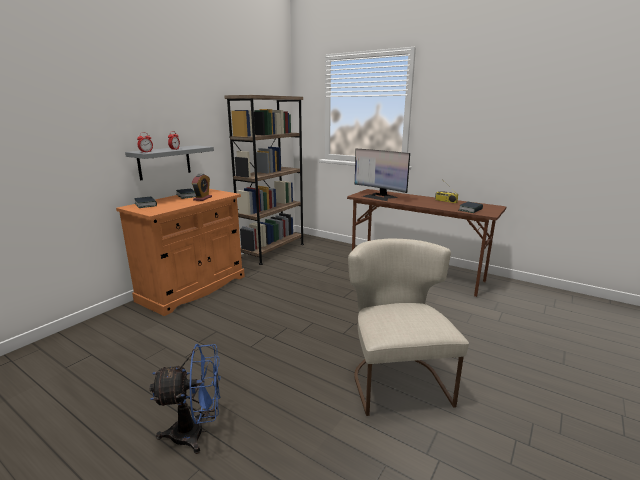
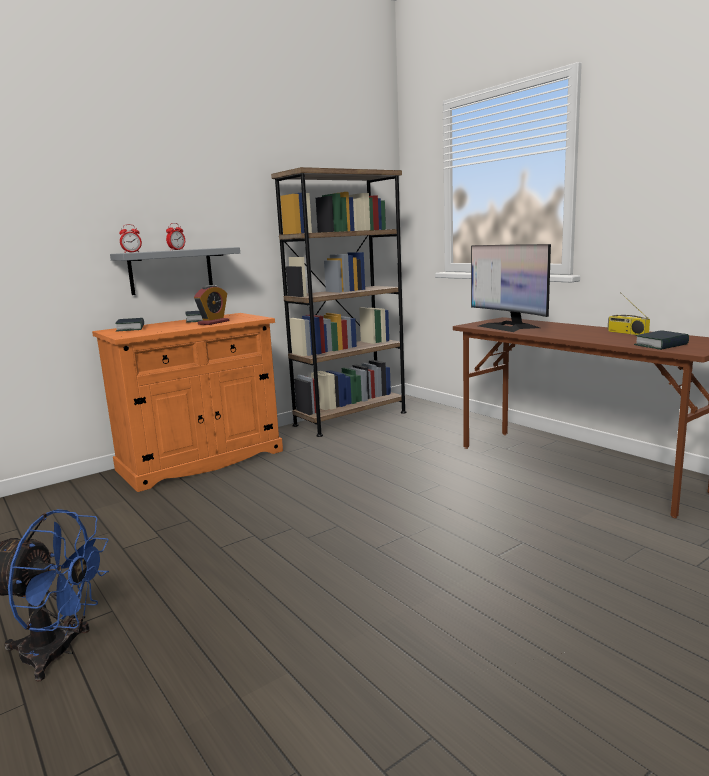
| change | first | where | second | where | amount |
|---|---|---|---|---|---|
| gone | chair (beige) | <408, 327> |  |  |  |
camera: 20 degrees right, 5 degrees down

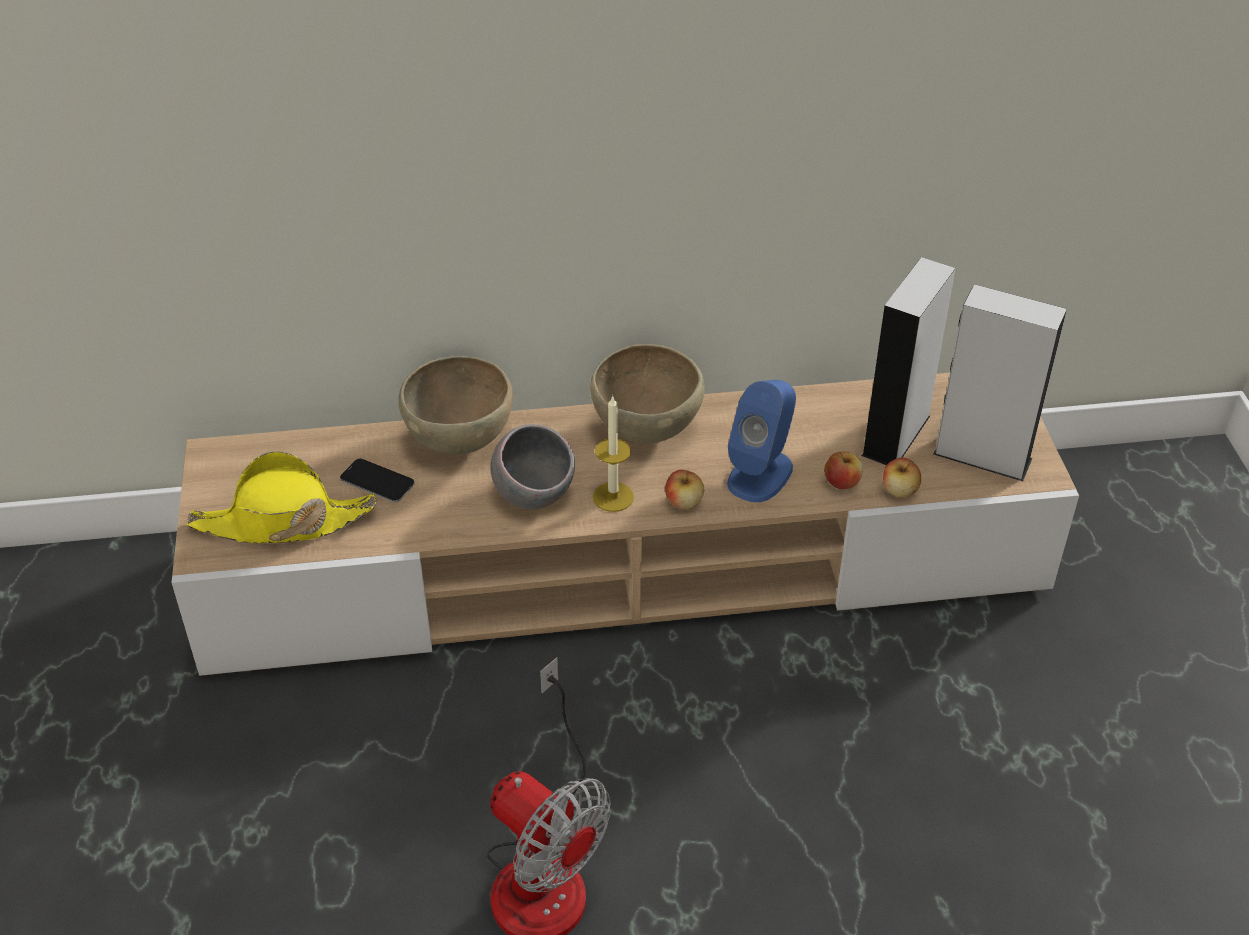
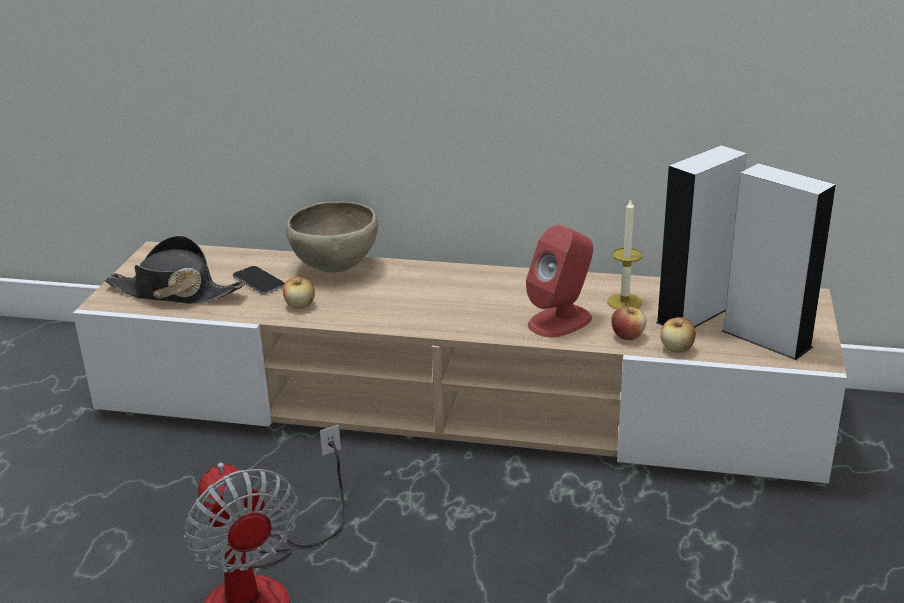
| change | first | where | second | where | amount |
|---|---|---|---|---|---|
| gone | bowl (brown) | <647, 394> |  |  |  |
| repainted | speaker (blue) | <761, 441> | speaker (red) | <559, 281> |  |
| shifted | candle | <613, 453> |  | <625, 253> |  |
| gone | bowl (grey) | <533, 466> |  |  |  |
| repainted | hat (yellow) | <281, 497> | hat (black) | <175, 269> |  |
| shifted | apple | <685, 489> |  | <299, 292> |  |
camera: 20 degrees right, 15 degrees down

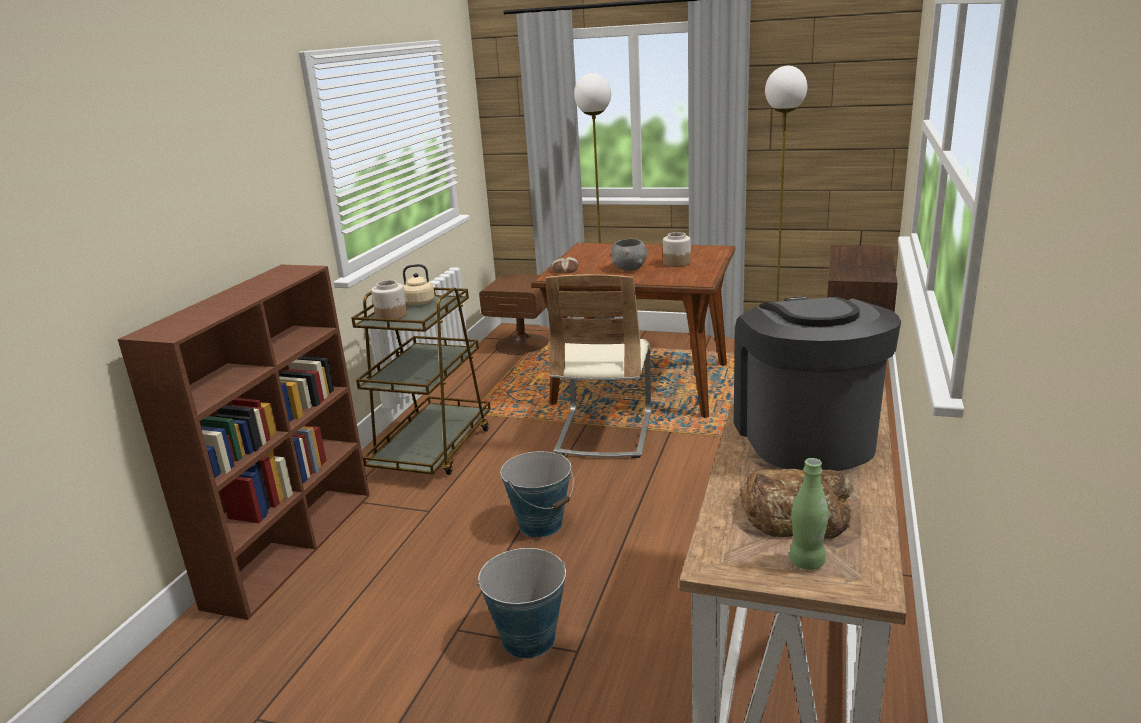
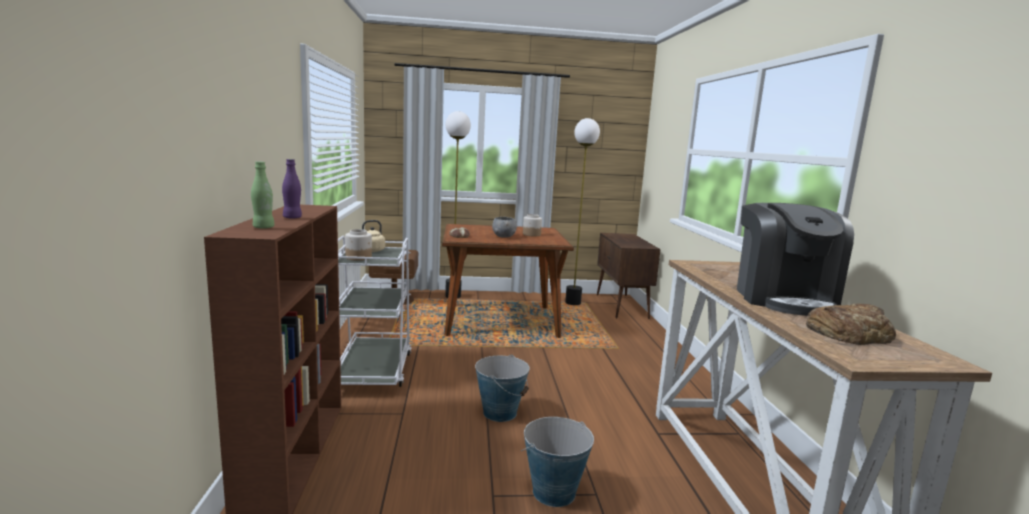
| change | first | where | second | where | amount |
|---|---|---|---|---|---|
| gone | chair (beige) | <598, 366> |  |  |  |
| repainted | cart (brown) | <421, 381> | cart (white) | <375, 311> |  |
| rotated | coffee machine | <817, 384> |  | <795, 259> | 150 degrees counterclockwise |
| shifted | bottle (green) | <809, 514> |  | <263, 195> |  |
| new |  |  | bottle (purple) | <292, 189> |  |
camera: 25 degrees left, 10 degrees down

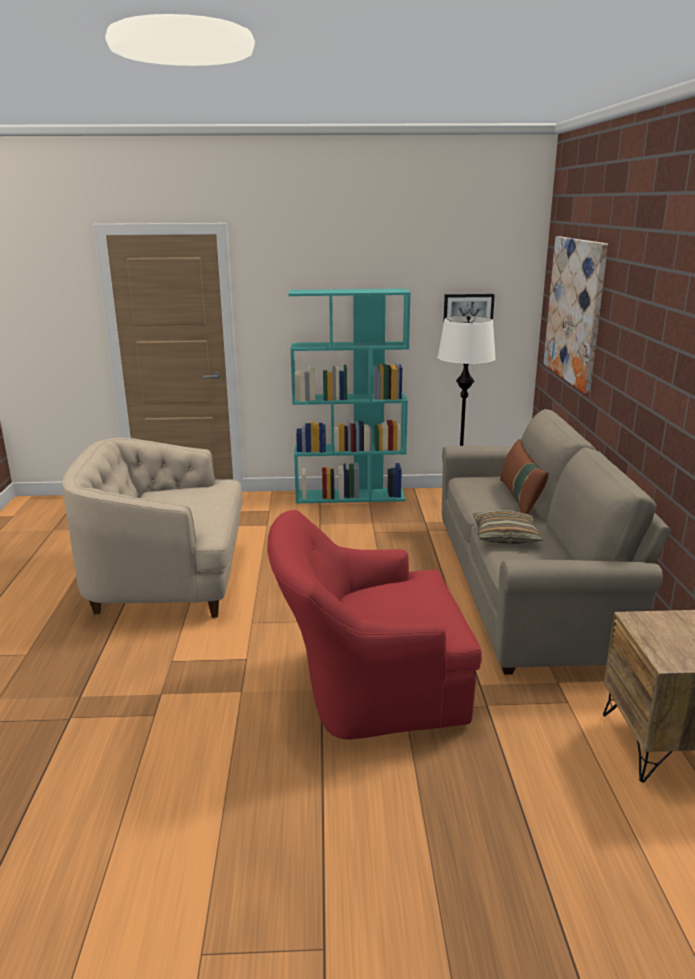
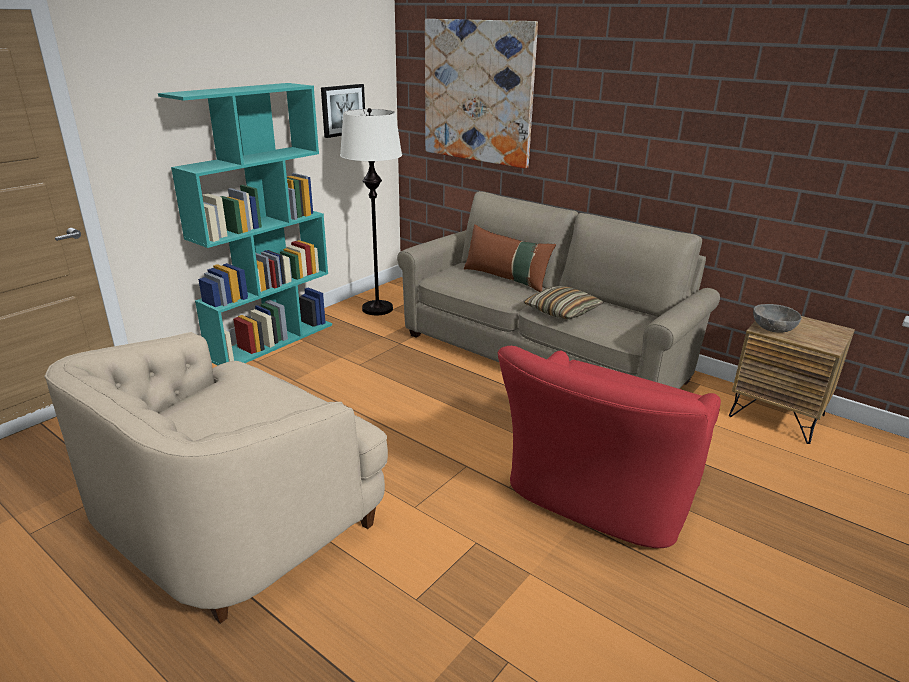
| change | first | where | second | where | amount |
|---|---|---|---|---|---|
| new |  |  | bowl (grey) | <777, 318> |  |
camera: 50 degrees left, 5 degrees up

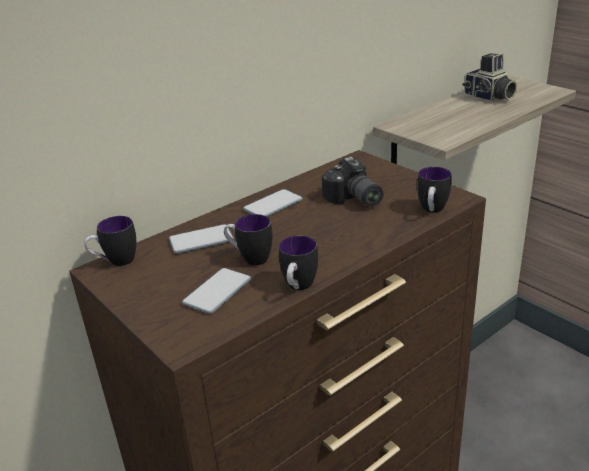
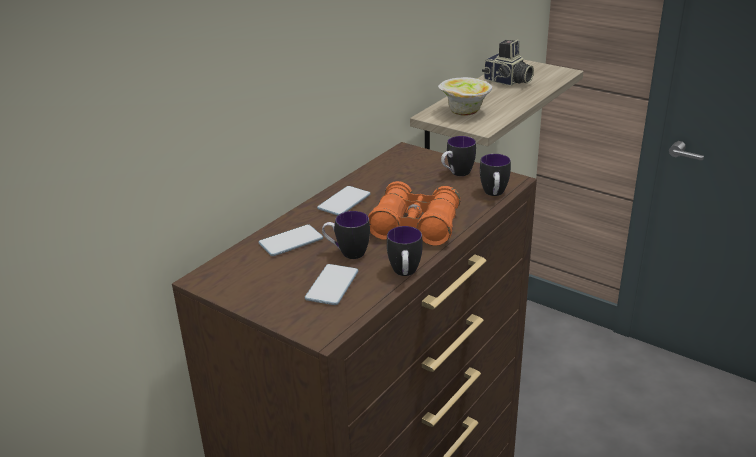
| change | first | where | second | where | amount |
|---|---|---|---|---|---|
| gone | photo camera | <353, 182> |  |  |  |
| shifted | mug | <110, 241> |  | <458, 156> |  |
| new |  |  | bowl | <465, 96> |  |
| new |  |  | binoculars (orange) | <414, 213> |  |
camera: 15 degrees left, 0 degrees up

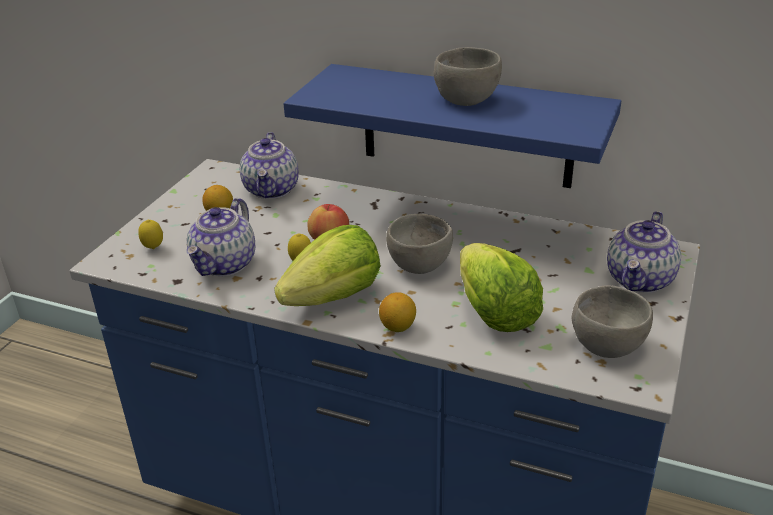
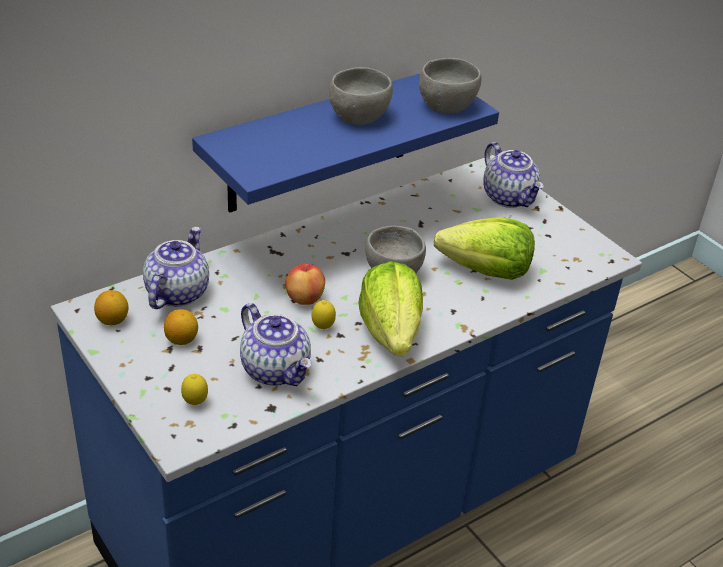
| change | first | where | second | where | amount |
|---|---|---|---|---|---|
| rotated | teapot | <269, 165> |  | <176, 268> | 105 degrees counterclockwise |
| shifted | bowl (grey) | <612, 321> |  | <450, 86> |  |
| shifted | lemon | <397, 312> |  | <111, 307> |  |
camera: 60 degrees left, 5 degrees up

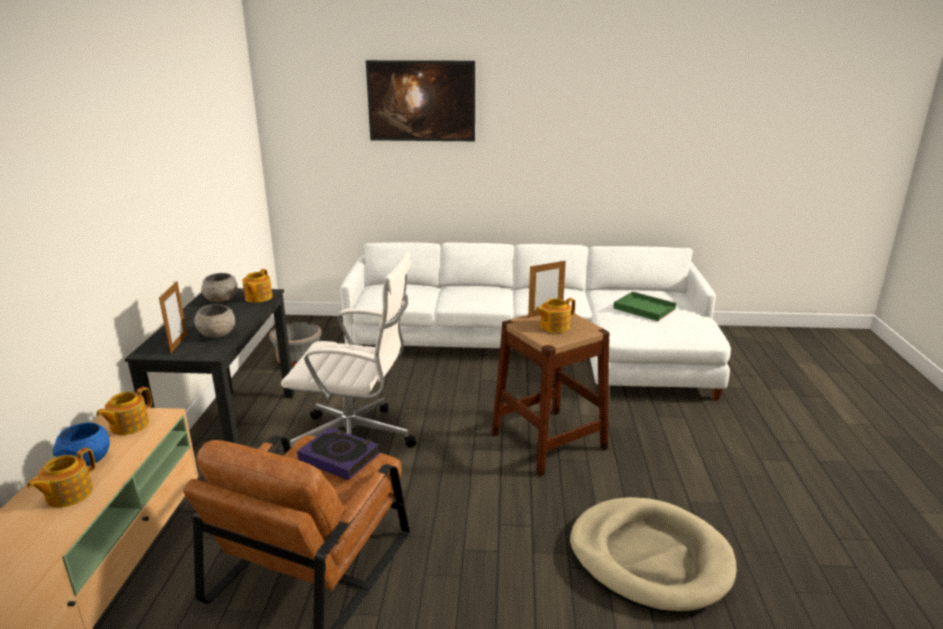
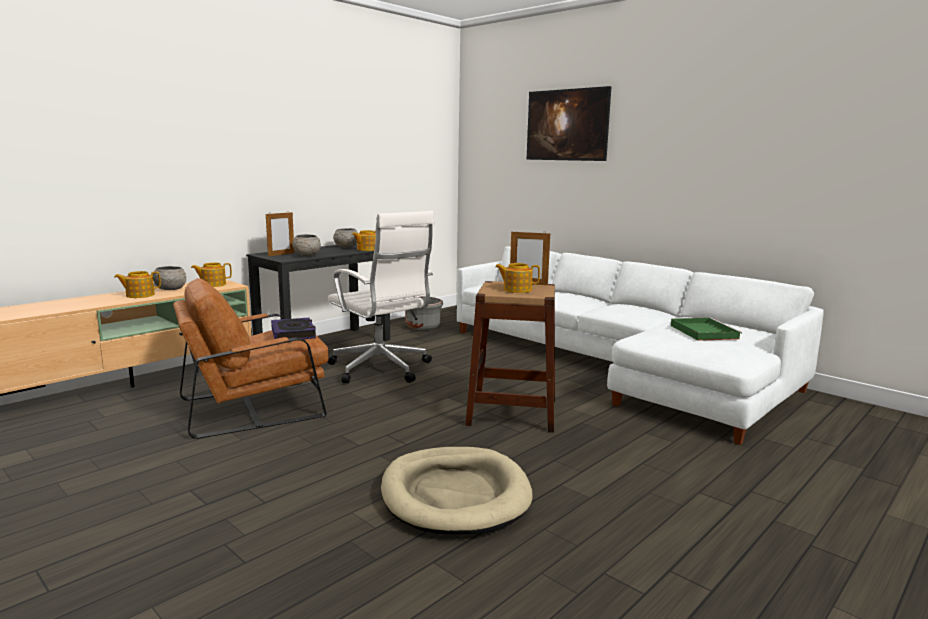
| change | first | where | second | where | amount |
|---|---|---|---|---|---|
| repainted | bowl (blue) | <81, 444> | bowl (grey) | <169, 278> |  |
camera: 40 degrees right, 10 degrees down

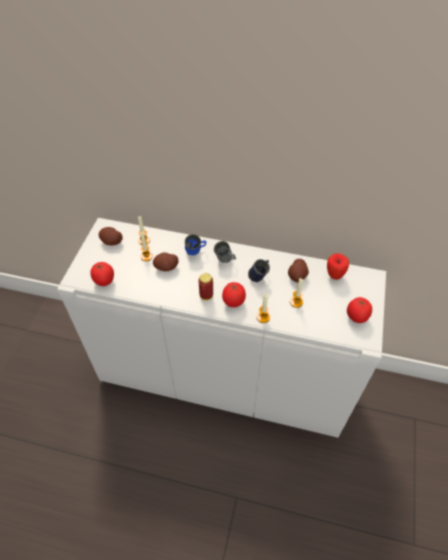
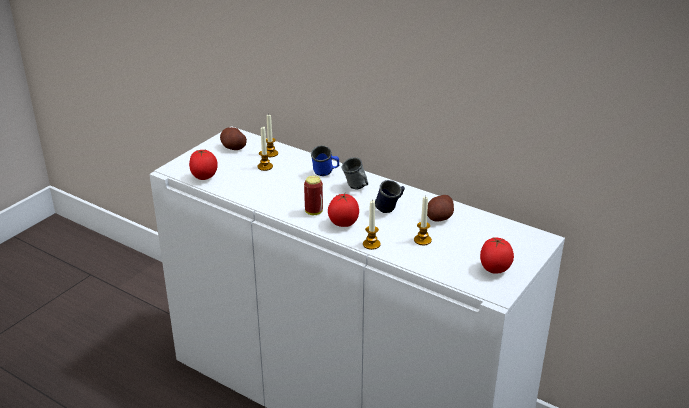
| change | first | where | second | where | amount |
|---|---|---|---|---|---|
| gone | potato | <166, 262> |  |  |  |
| gone | apple | <338, 266> |  |  |  |
camera: 20 degrees right, 20 degrees down

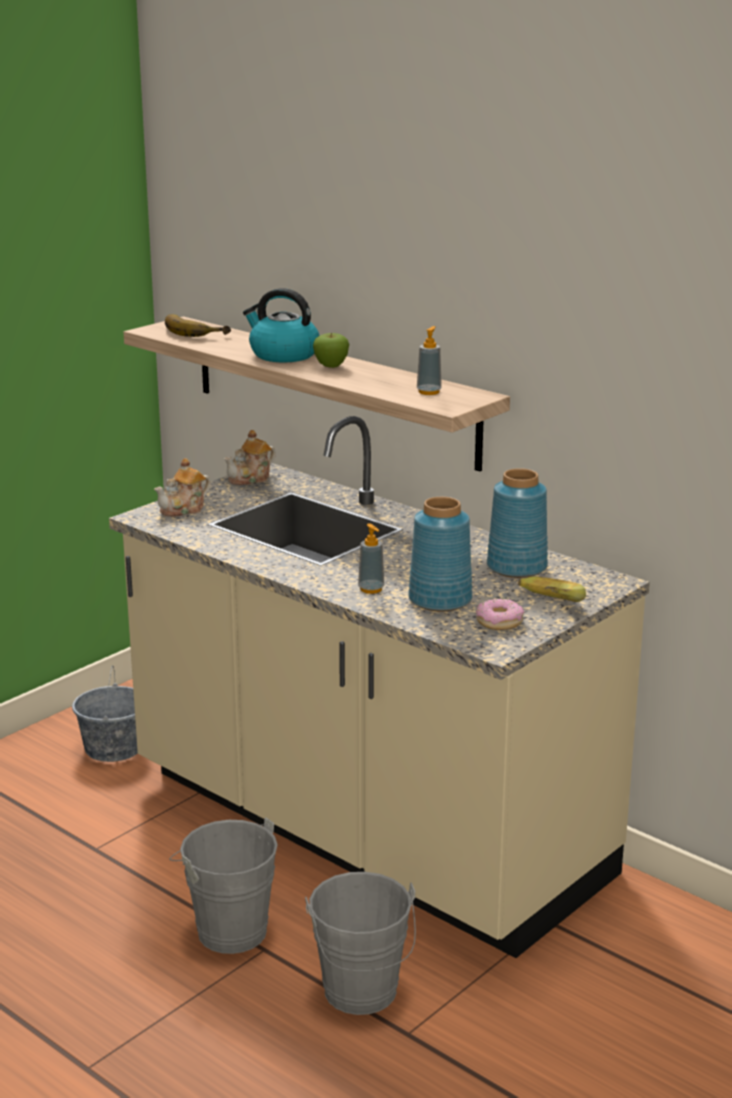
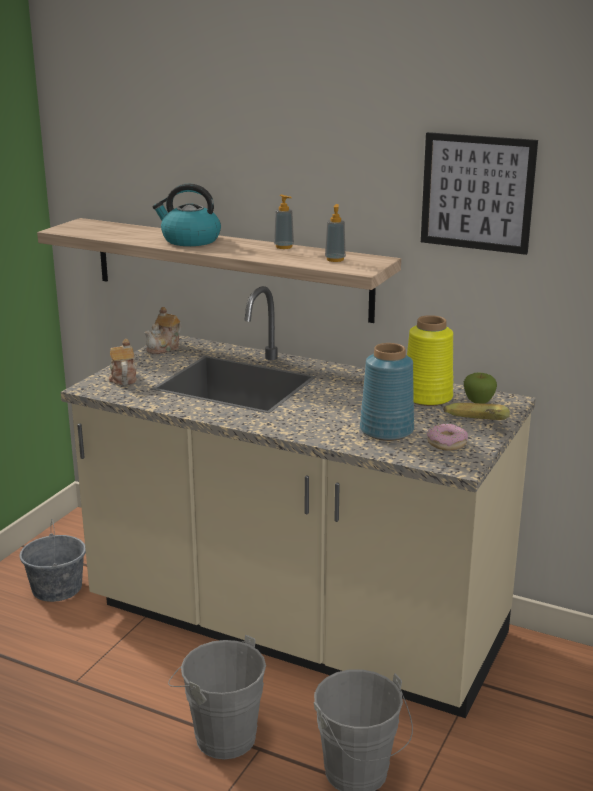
| change | first | where | second | where | amount |
|---|---|---|---|---|---|
| gone | banana | <198, 325> |  |  |  |
| shifted | apple | <331, 350> |  | <480, 388> |  |
| rotated | teapot | <182, 487> |  | <123, 362> | 135 degrees clockwise |
| repainted | vase (blue) | <517, 523> | vase (yellow) | <430, 360> |  |
| shifted | soap dispenser | <371, 558> |  | <284, 222> |  |
| new |  |  | picture | <479, 193> |  |
camera: 15 degrees left, 0 degrees up

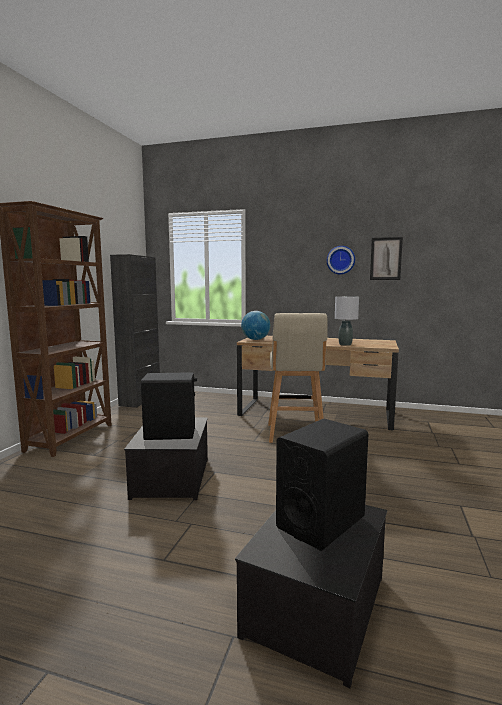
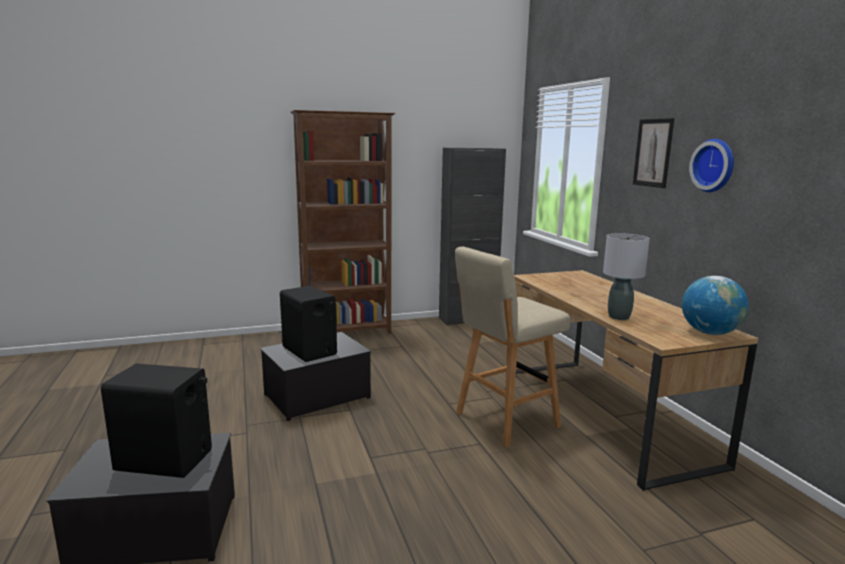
| change | first | where | second | where | amount |
|---|---|---|---|---|---|
| shifted | picture | <386, 258> |  | <653, 153> |  |
| shifted | globe | <255, 325> |  | <715, 305> |  |
camera: 55 degrees right, 5 degrees up

